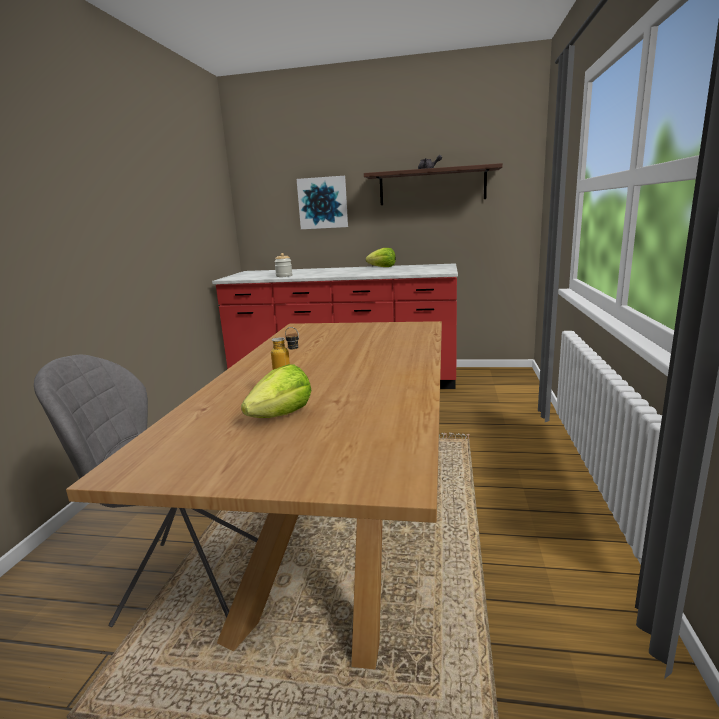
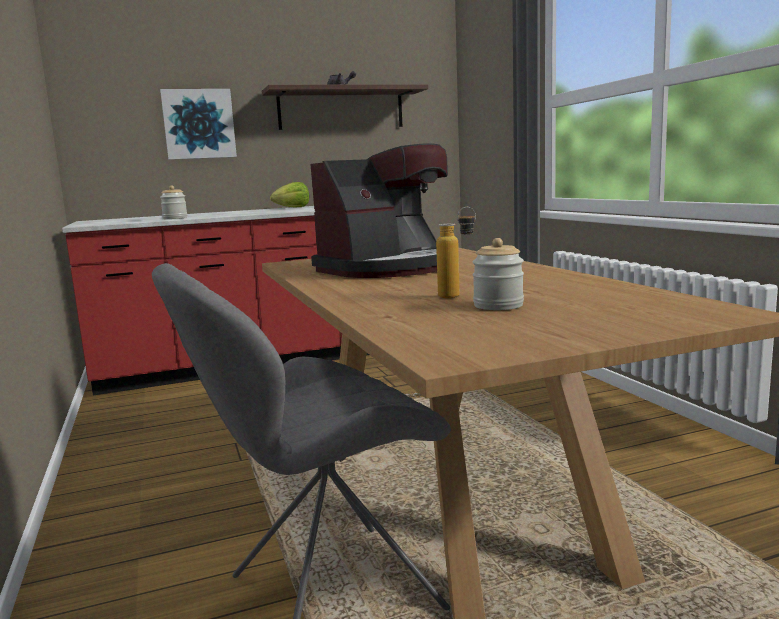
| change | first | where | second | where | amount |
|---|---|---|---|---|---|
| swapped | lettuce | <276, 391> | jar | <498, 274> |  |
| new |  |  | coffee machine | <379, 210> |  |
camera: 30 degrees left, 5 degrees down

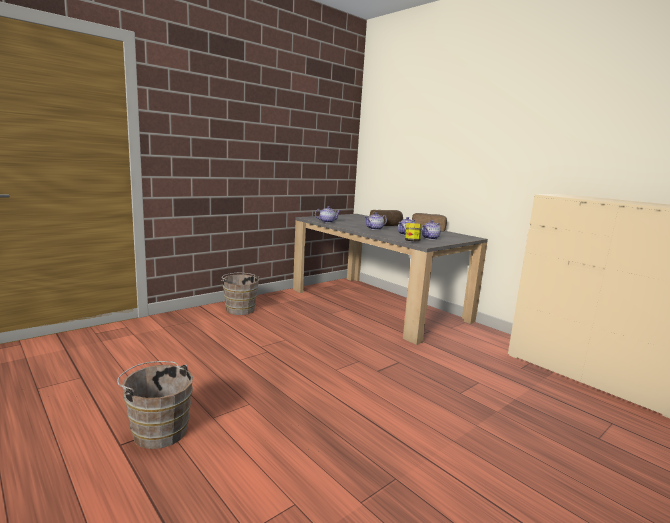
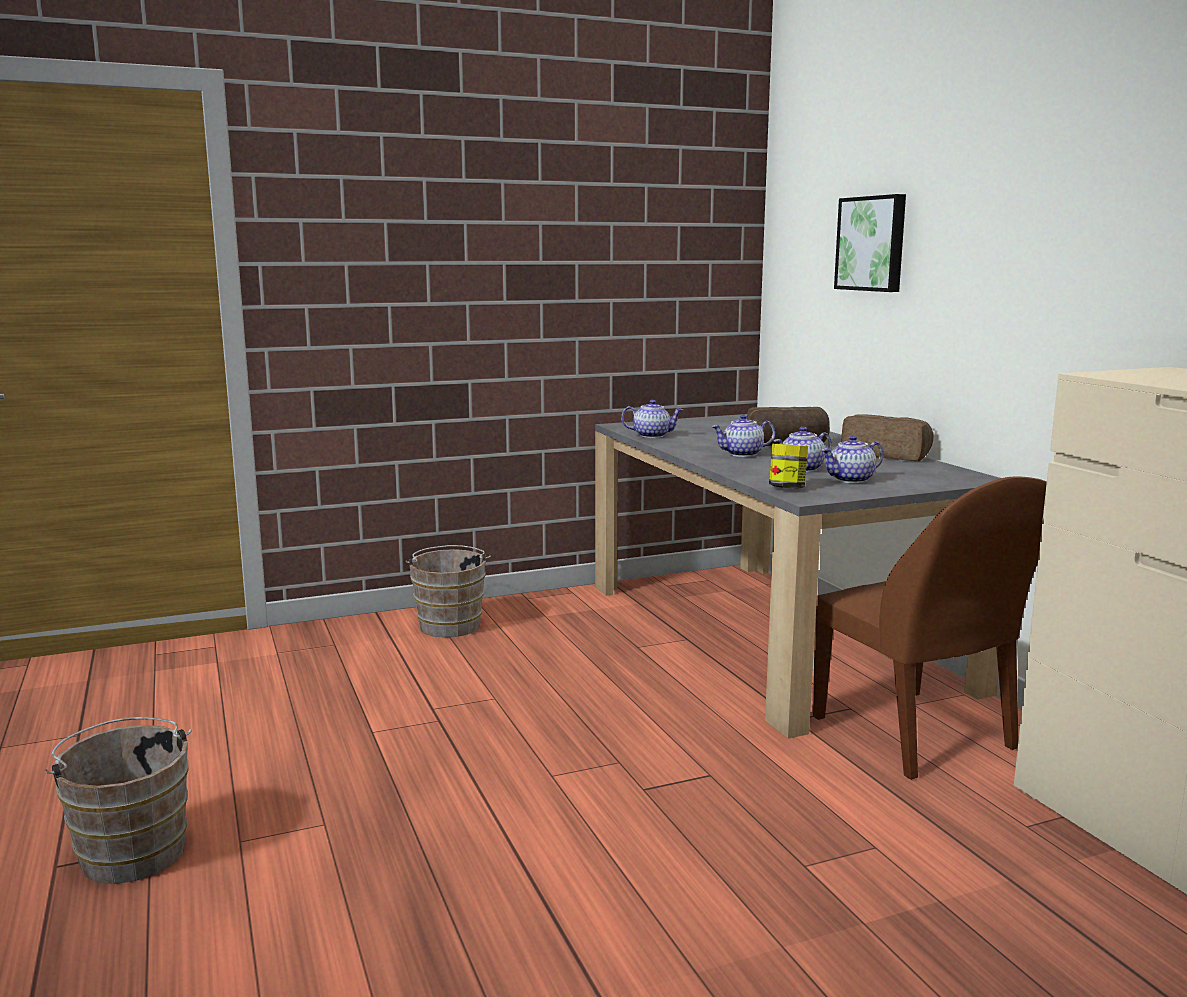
| change | first | where | second | where | amount |
|---|---|---|---|---|---|
| new |  |  | picture | <870, 243> |  |
| new |  |  | chair (brown) | <930, 628> |  |
camera: 20 degrees right, 0 degrees up

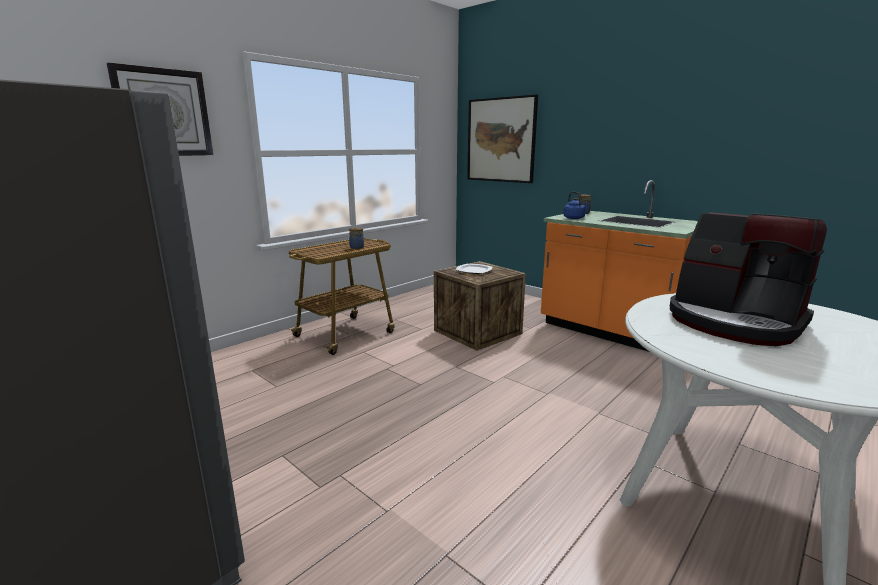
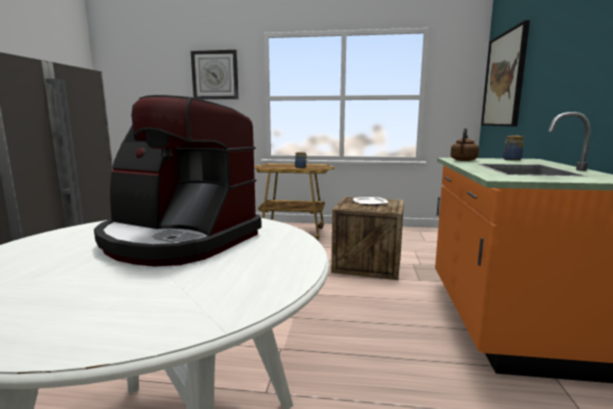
| change | first | where | second | where | amount |
|---|---|---|---|---|---|
| repainted | kettle (blue) | <575, 205> | kettle (brown) | <464, 144> |  |
| rotated | coffee machine | <748, 279> |  | <178, 181> | 75 degrees counterclockwise |
camera: 55 degrees right, 5 degrees down

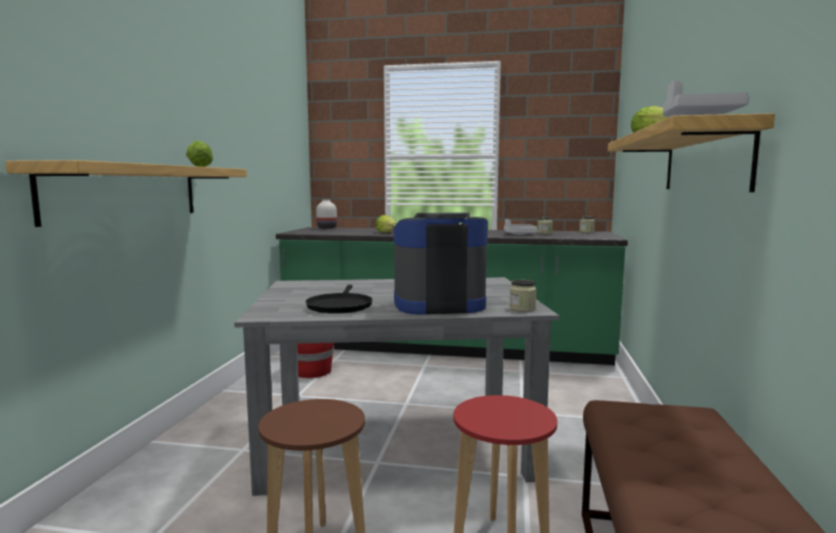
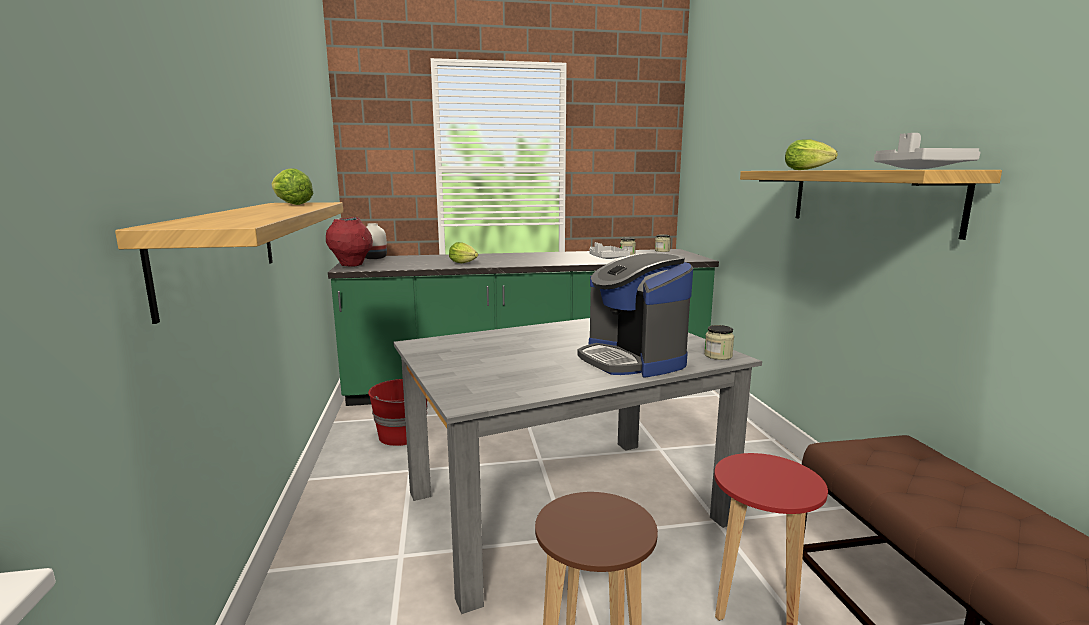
| change | first | where | second | where | amount |
|---|---|---|---|---|---|
| rotated | coffee machine | <440, 263> |  | <635, 315> | 90 degrees counterclockwise |
| gone | frying pan (black) | <339, 299> |  |  |  |
| new |  |  | vase (red) | <349, 242> |  |
camera: 20 degrees left, 5 degrees up

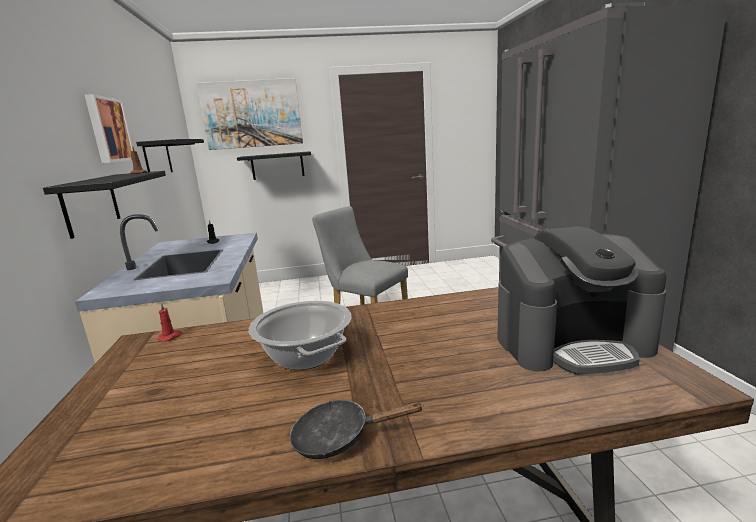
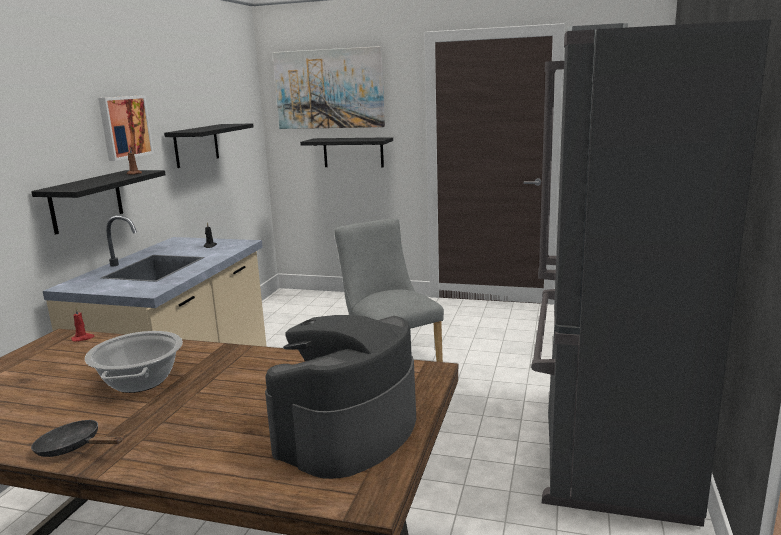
| change | first | where | second | where | amount |
|---|---|---|---|---|---|
| rotated | coffee machine | <581, 300> |  | <340, 397> | 105 degrees clockwise |
camera: 25 degrees right, 0 degrees up

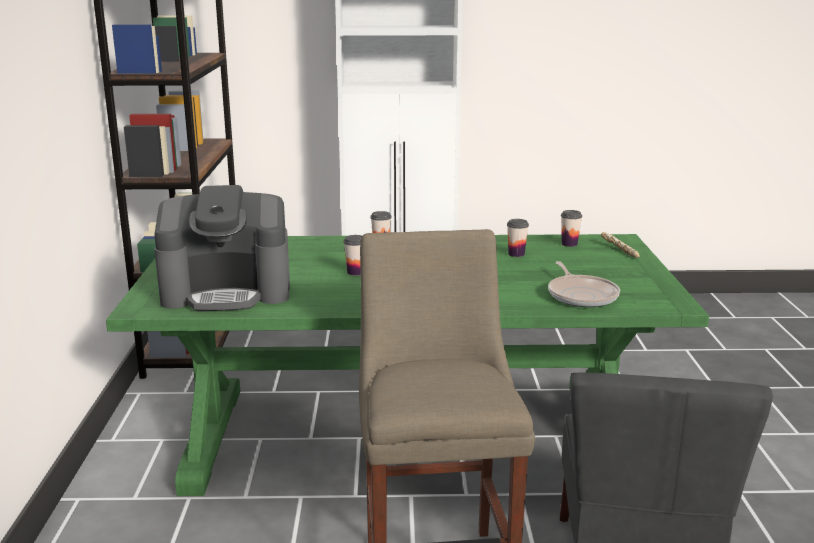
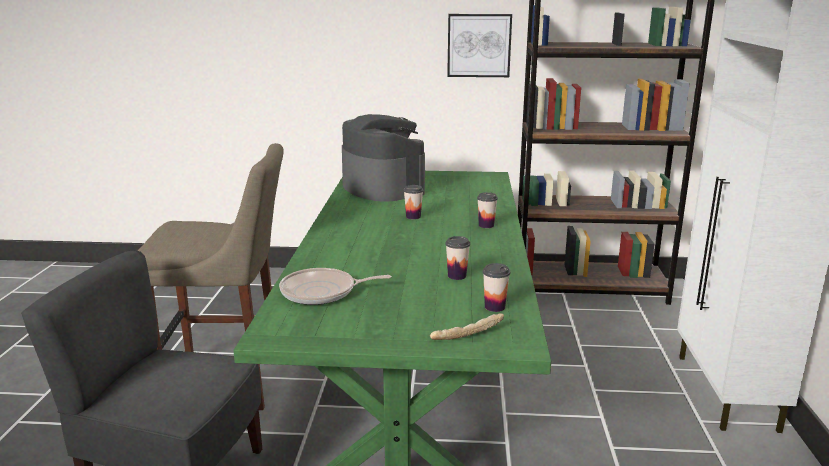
| change | first | where | second | where | amount |
|---|---|---|---|---|---|
| rotated | coffee machine | <222, 248> |  | <383, 158> | 150 degrees clockwise |
| new |  |  | picture | <479, 45> |  |
camera: 95 degrees right, 0 degrees up

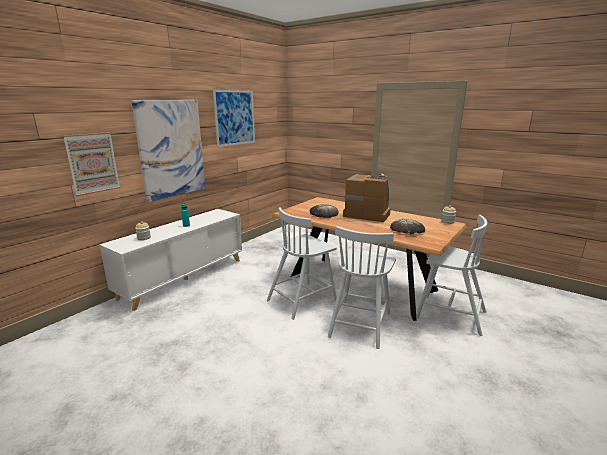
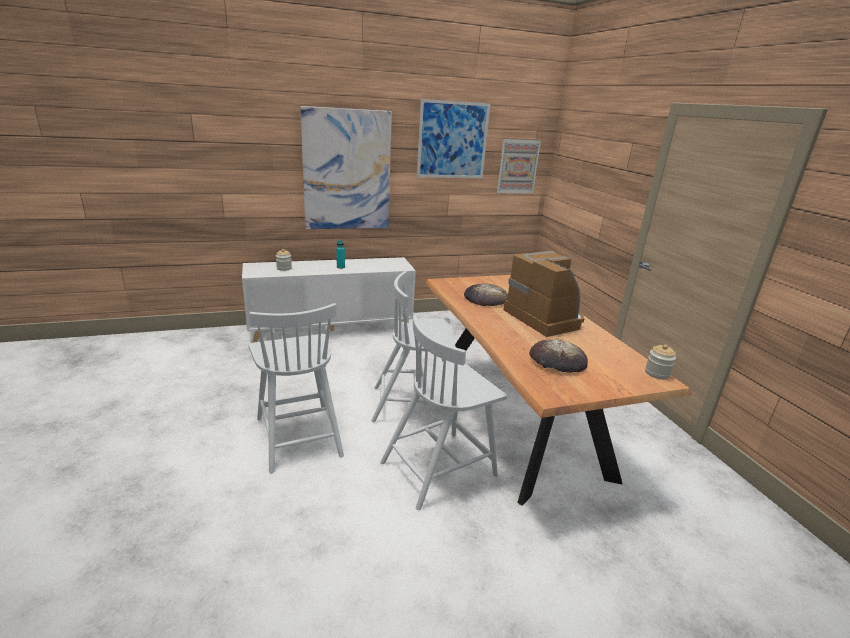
| change | first | where | second | where | amount |
|---|---|---|---|---|---|
| shifted | picture | <91, 164> |  | <519, 166> |  |
| shifted | chair (white) | <451, 275> |  | <296, 388> |  |
camera: 35 degrees right, 5 degrees up

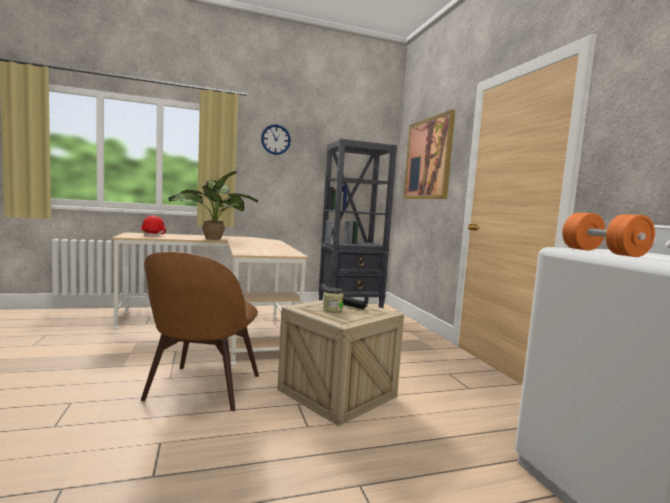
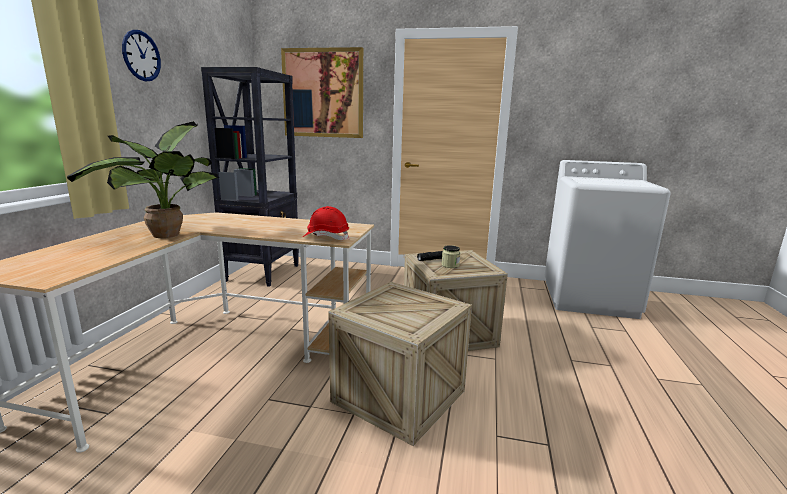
| change | first | where | second | where | amount |
|---|---|---|---|---|---|
| gone | dumbbell (orange) | <608, 235> |  |  |  |
| shifted | hard hat (red) | <153, 226> |  | <326, 223> |  |
| swapped | chair (brown) | <200, 331> | crate | <400, 364> |  |
camera: 60 degrees left, 10 degrees up

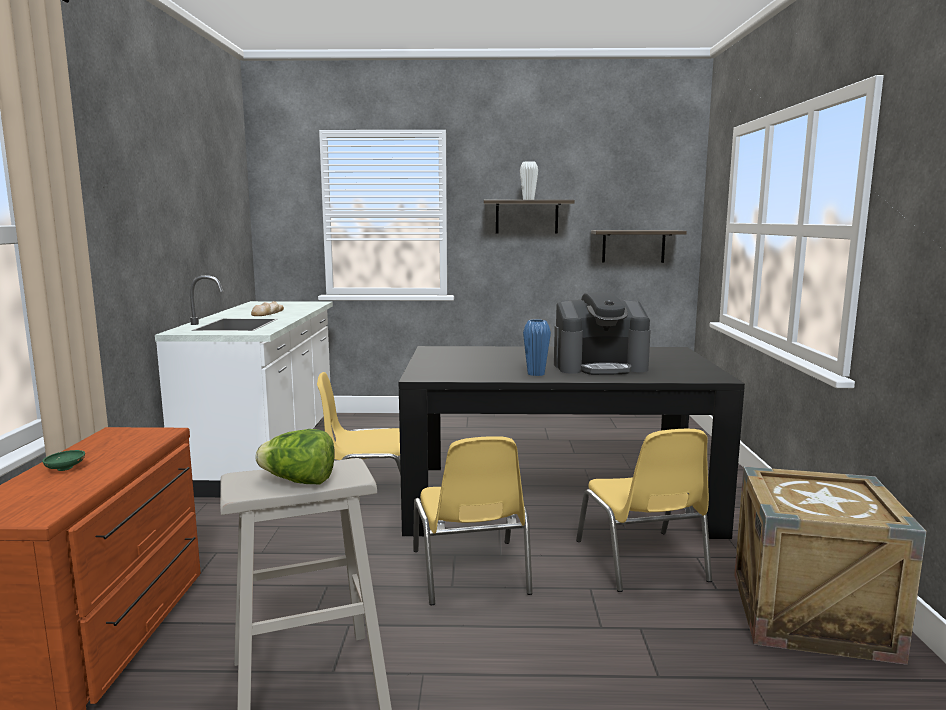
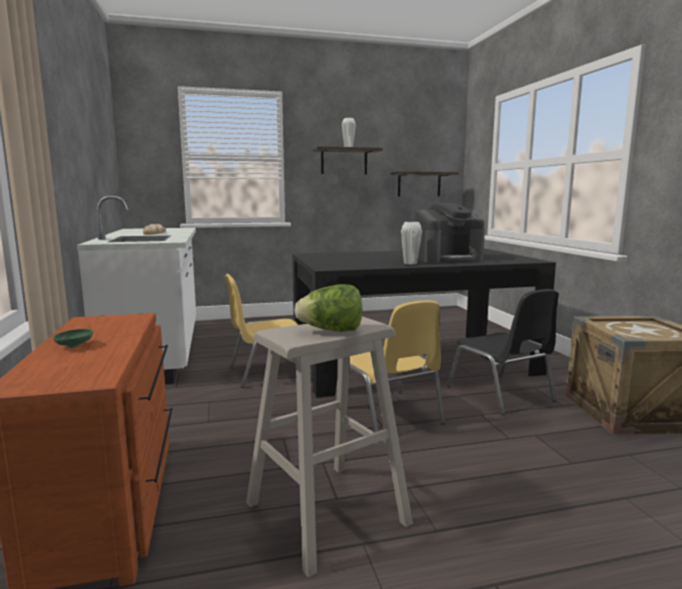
| change | first | where | second | where | amount |
|---|---|---|---|---|---|
| repainted | vase (blue) | <537, 347> | vase (white) | <411, 243> |  |
| repainted | chair (yellow) | <644, 510> | chair (black) | <503, 352> |  |
camera: 15 degrees left, 0 degrees up

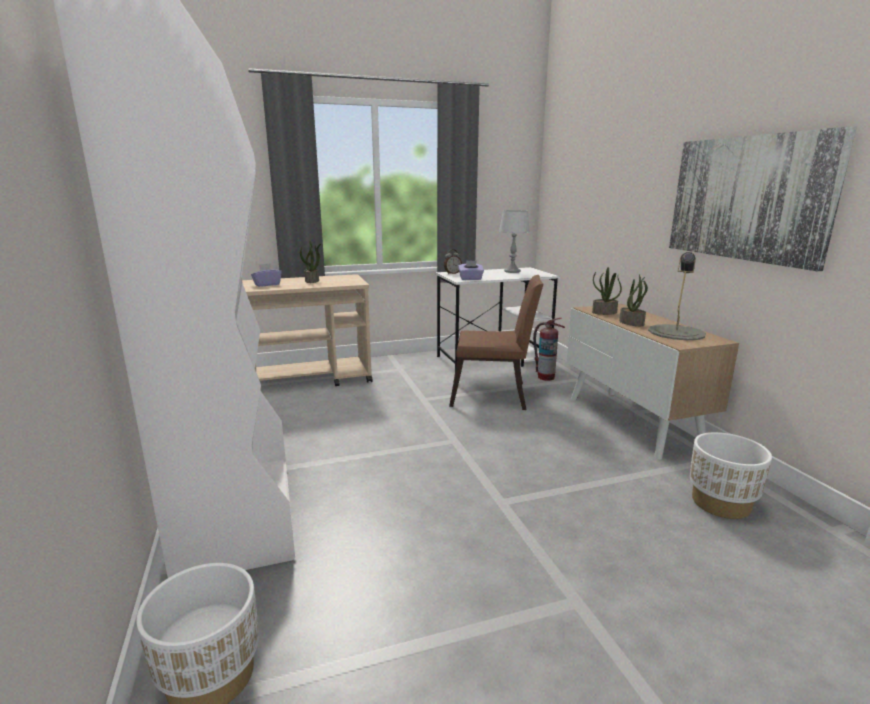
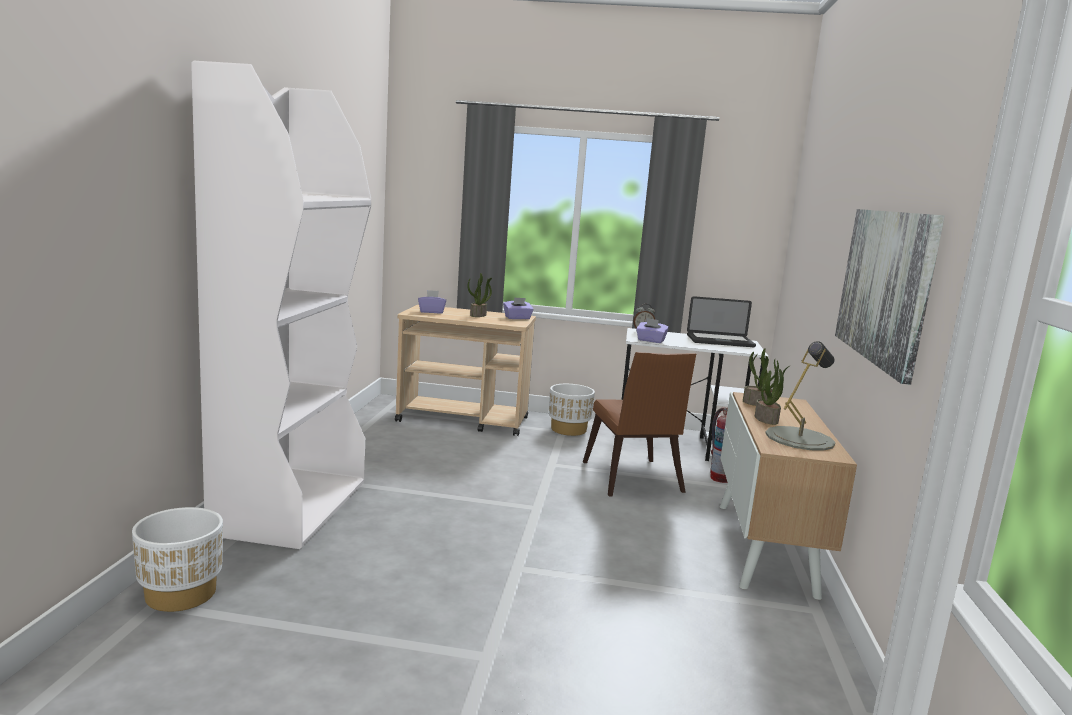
| change | first | where | second | where | amount |
|---|---|---|---|---|---|
| swapped | table lamp (grey) | <514, 241> | laptop | <721, 321> |  |
| rotated | chair (brown) | <496, 342> |  | <639, 424> | 45 degrees clockwise |
| shifted | planter (white) | <731, 475> |  | <572, 410> |  |
| new |  |  | tissue box (purple) | <518, 308> |  |
camera: 25 degrees right, 5 degrees down

